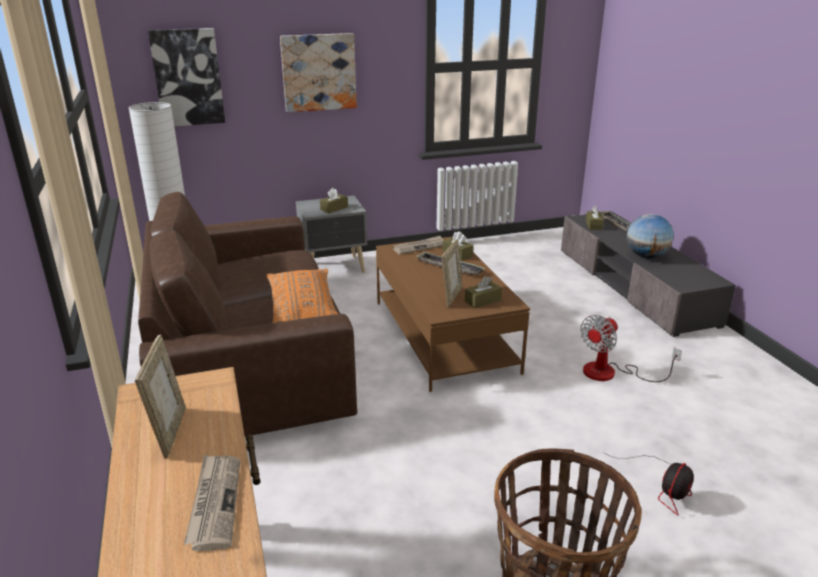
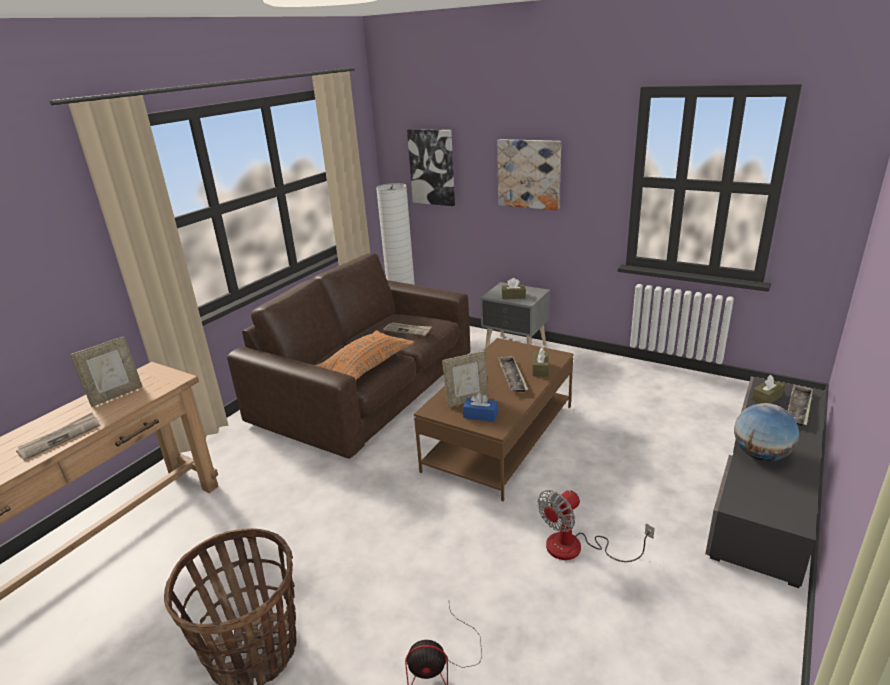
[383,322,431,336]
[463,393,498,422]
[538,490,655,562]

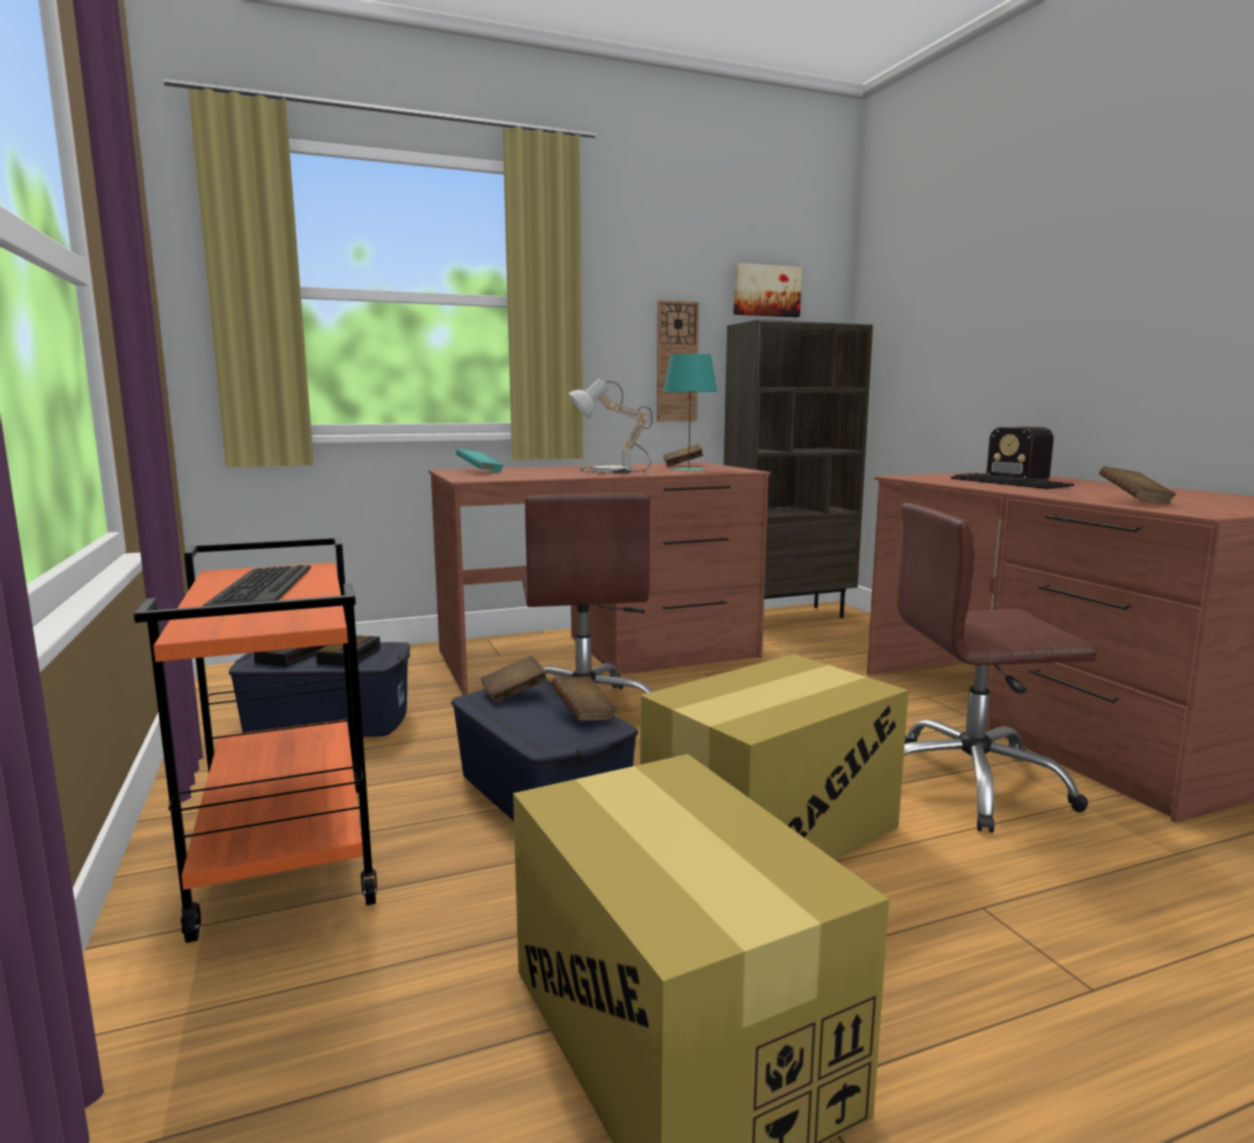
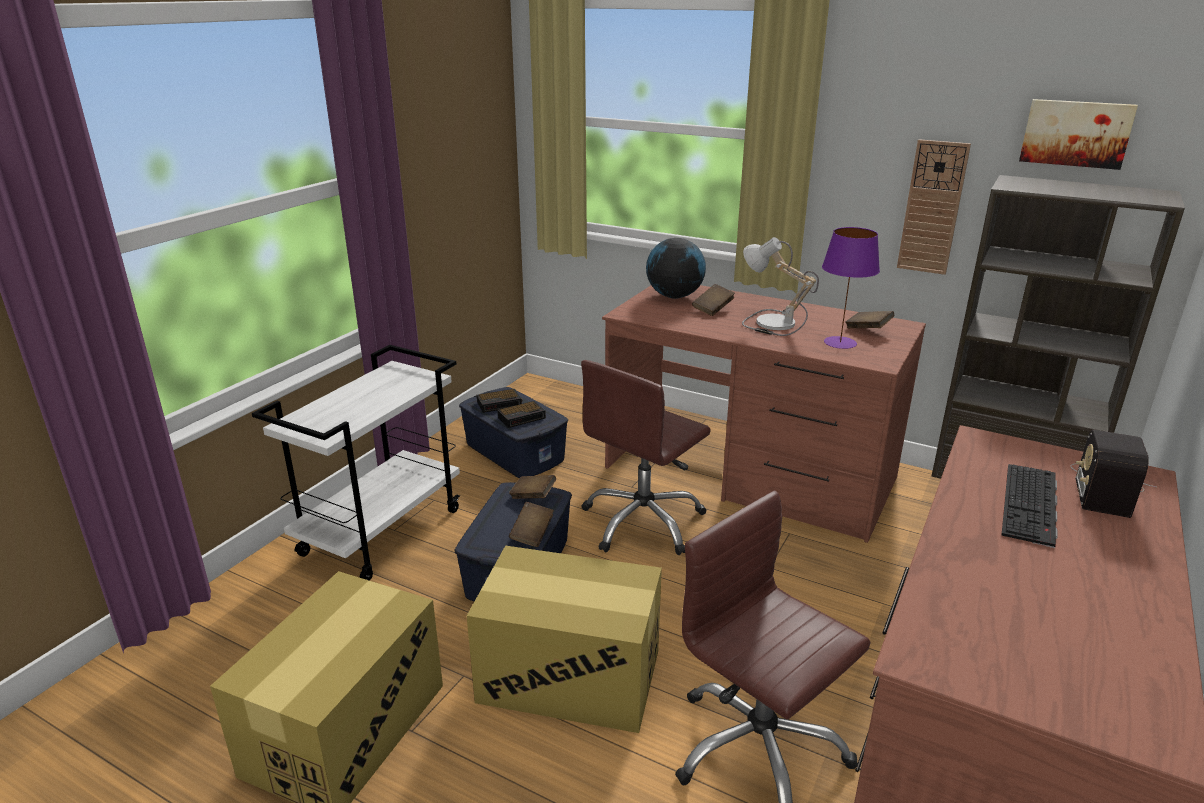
[252,345,460,581]
[646,238,706,299]
[692,284,735,316]
[822,227,880,349]
[203,565,311,606] (first image)

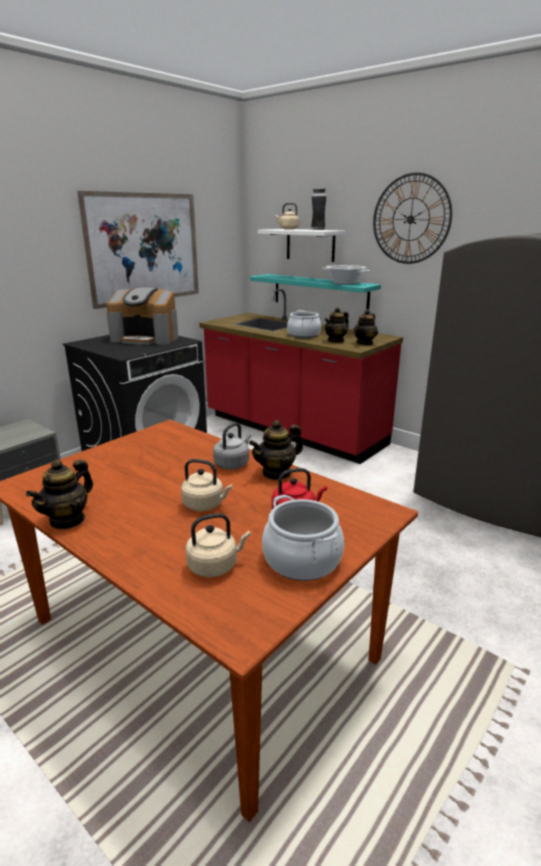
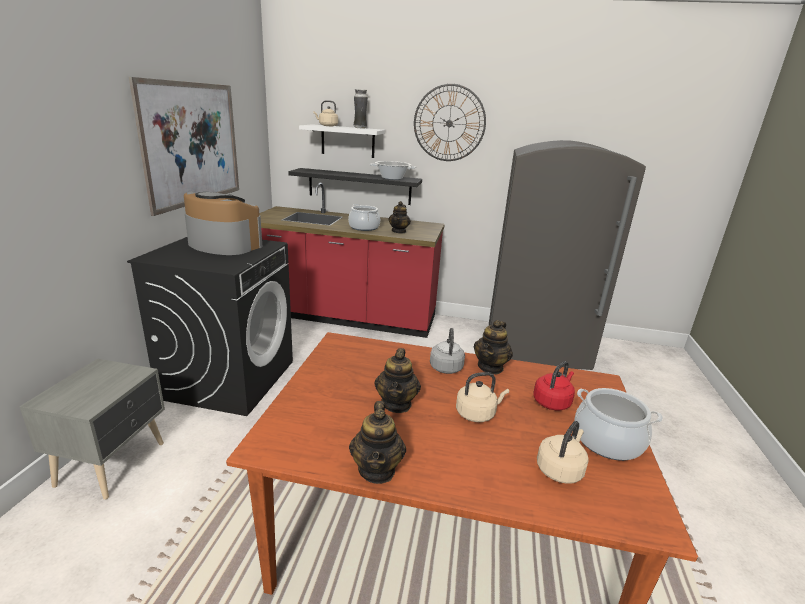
[184,192,262,255]
[288,168,422,205]
[374,348,421,413]

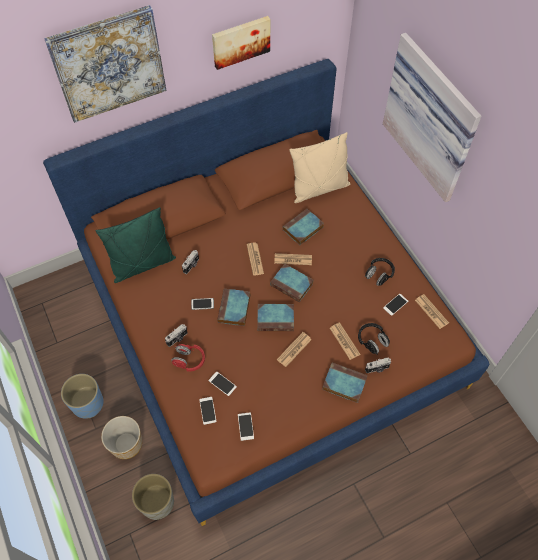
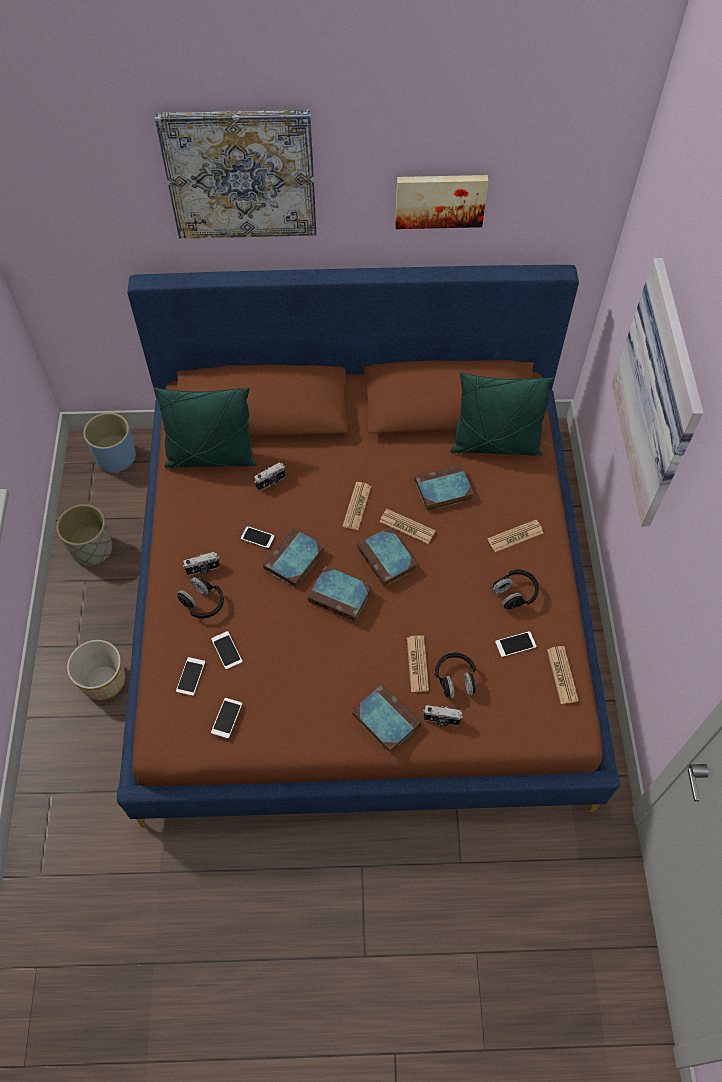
[57,504,112,566]
[83,412,136,473]
[177,576,224,618]
[450,372,555,456]
[488,520,543,552]

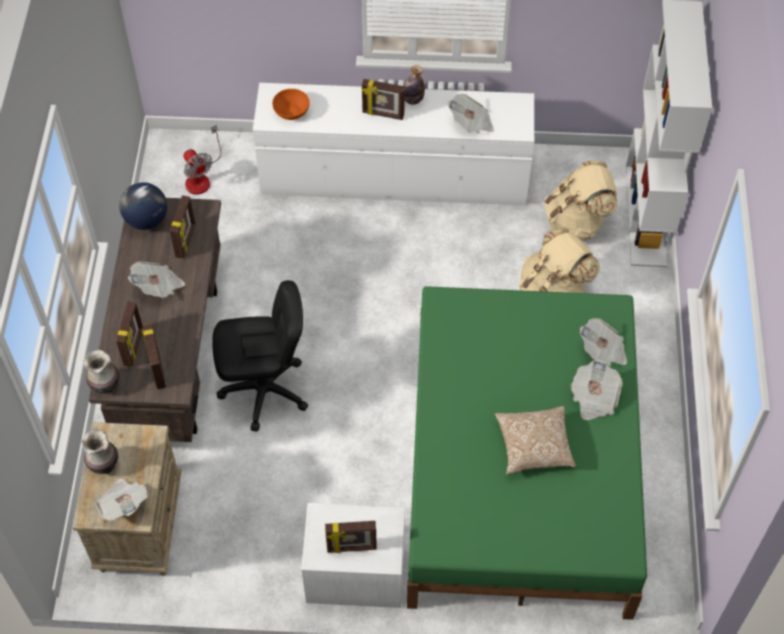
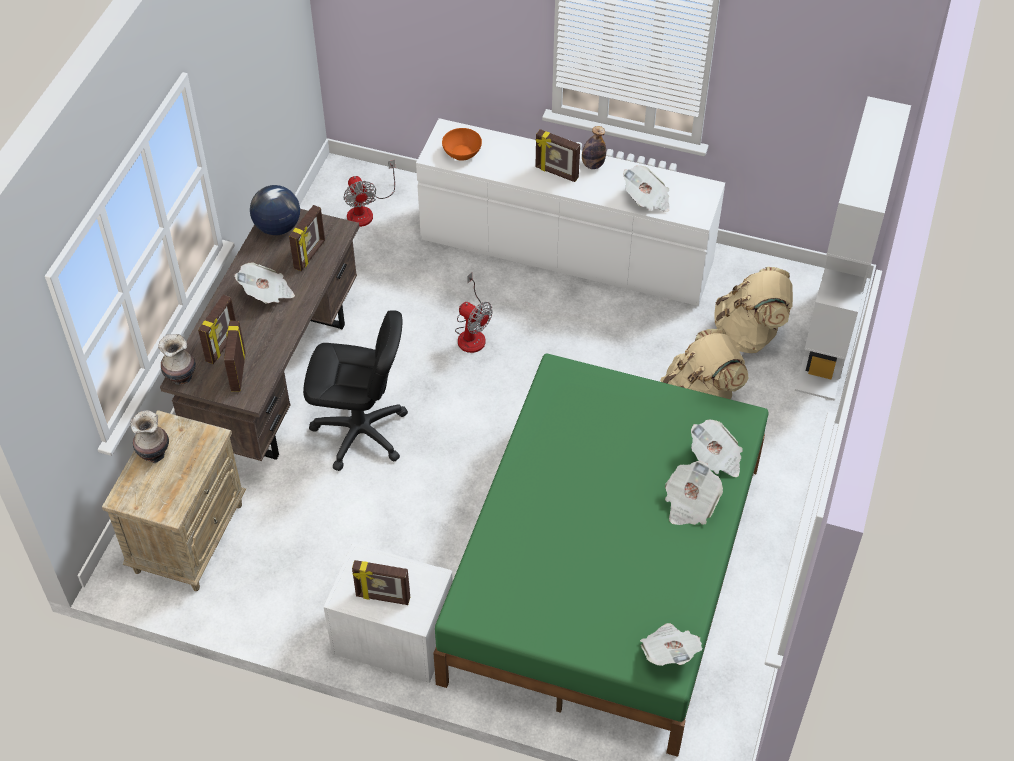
[455,272,493,353]
[640,623,703,666]
[495,406,576,475] (first image)

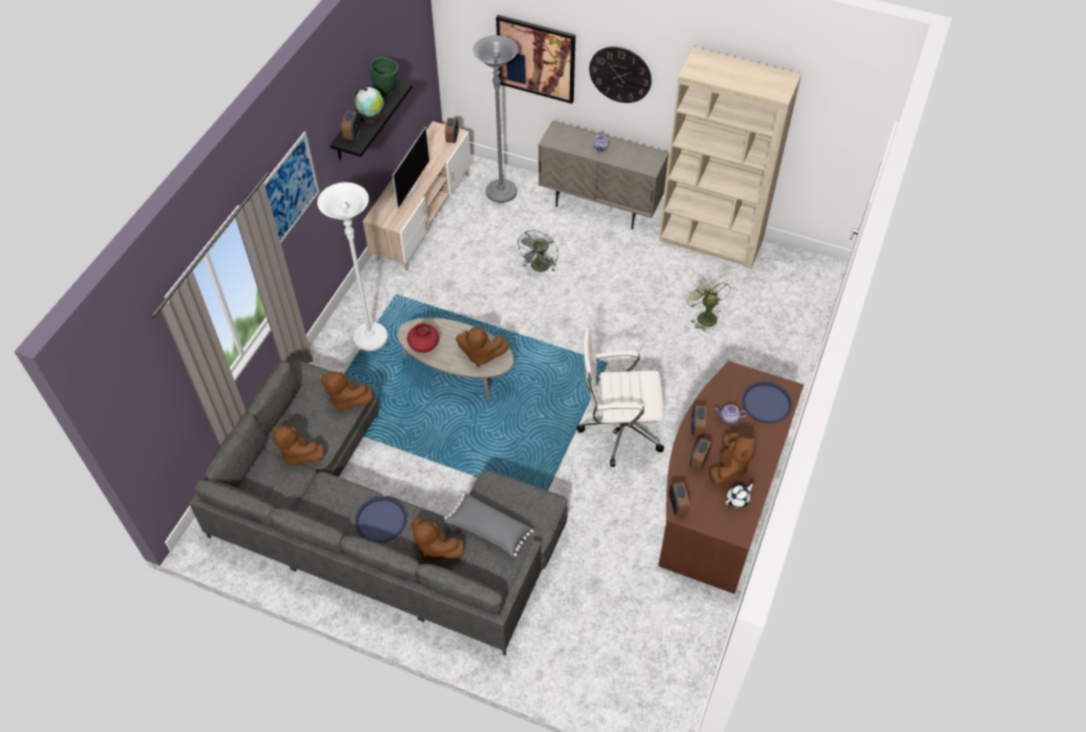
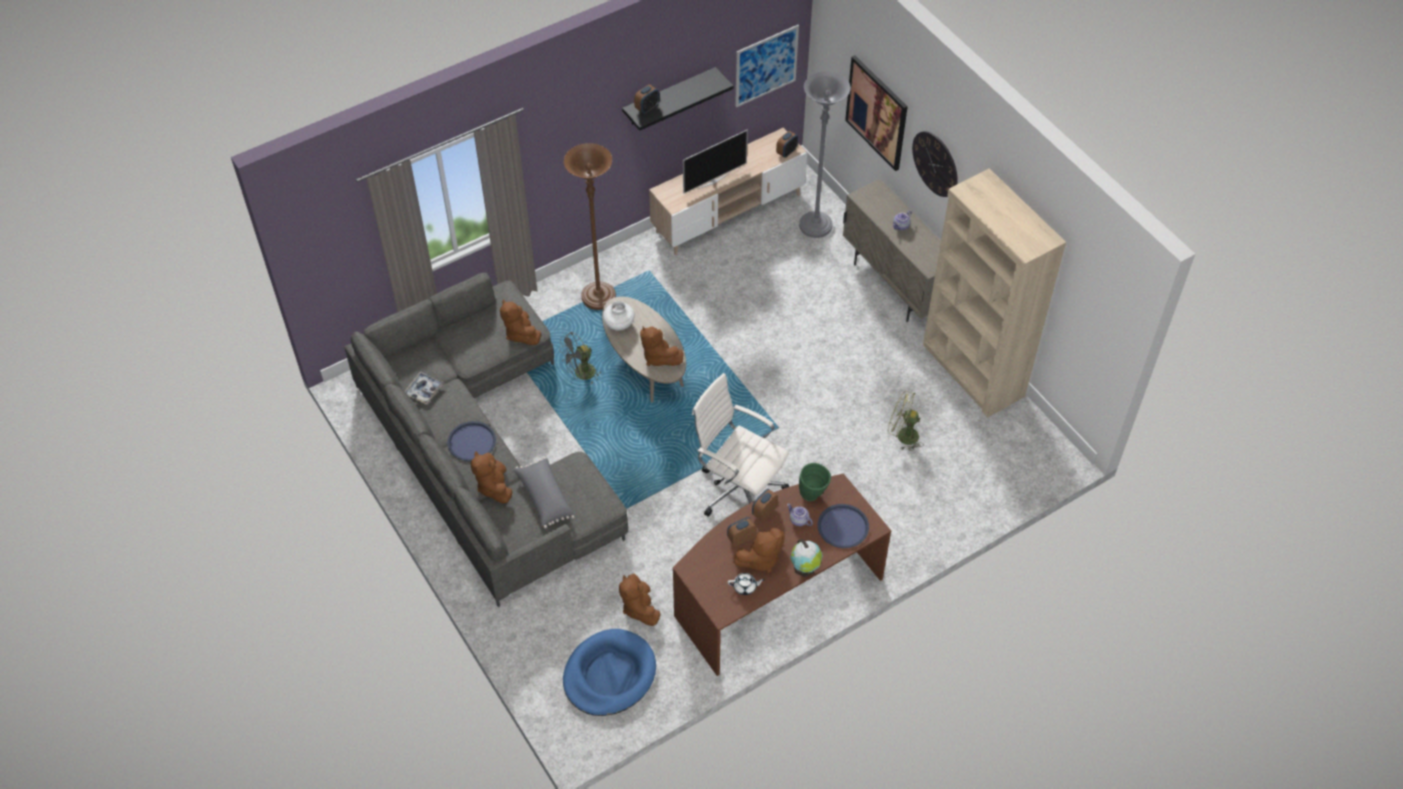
[405,372,444,404]
[559,332,601,384]
[563,629,656,716]
[564,143,616,310]
[603,301,635,330]
[619,574,660,626]
[735,25,799,107]
[790,539,823,577]
[799,463,831,501]
[888,391,924,451]
[669,482,689,515] (first image)

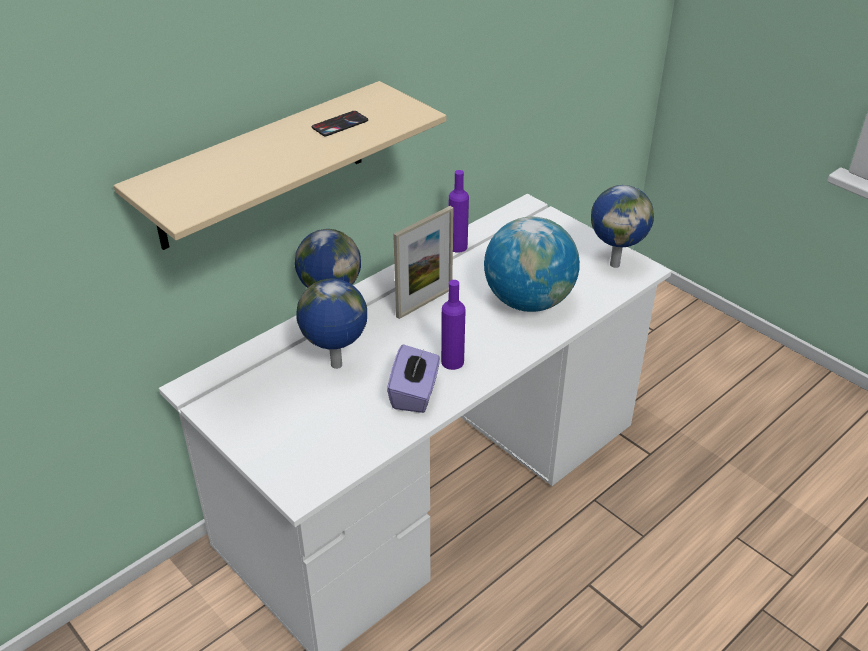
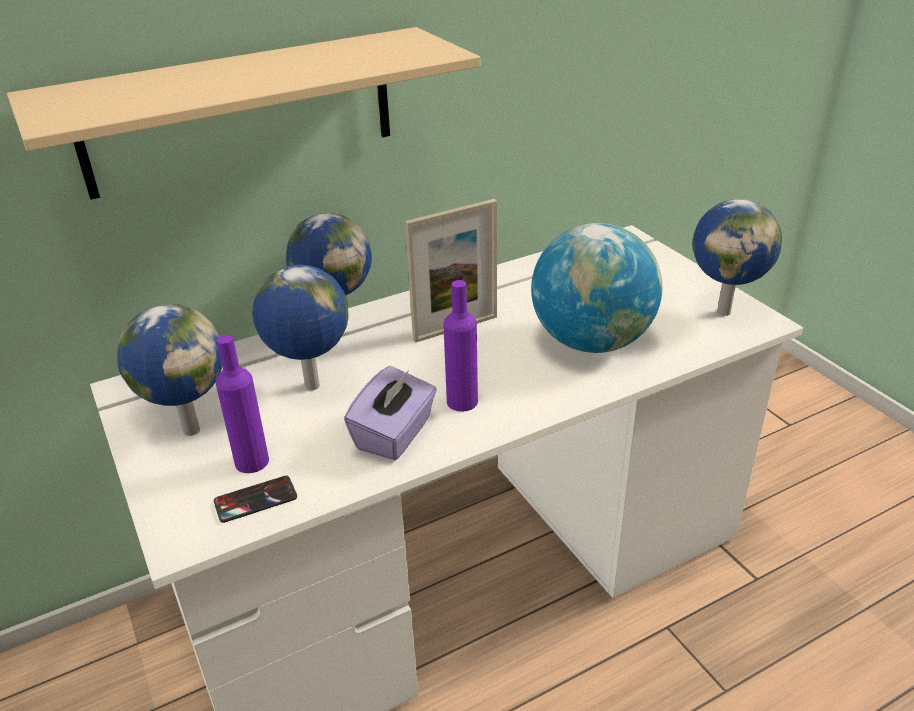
[117,304,223,436]
[214,476,297,523]
[215,335,269,473]

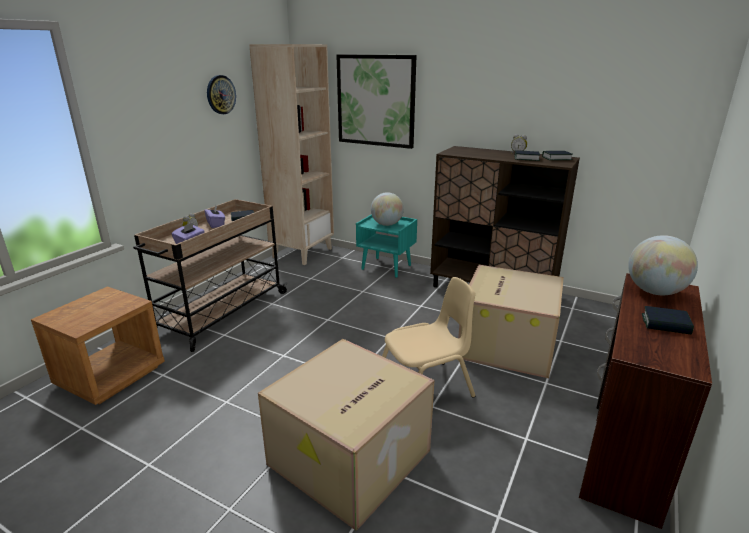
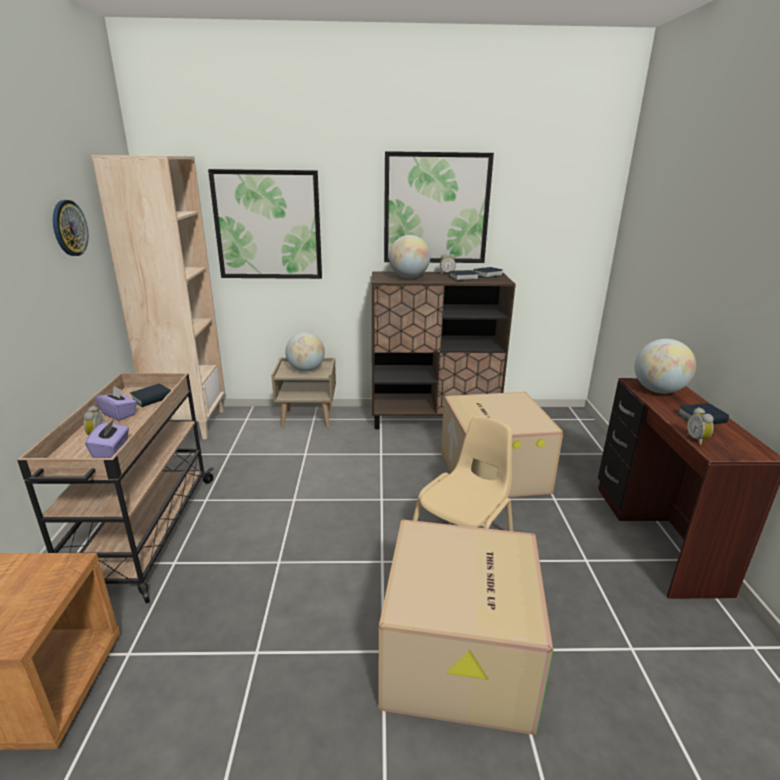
[271,357,336,428]
[384,151,494,263]
[389,235,430,278]
[687,407,714,445]

